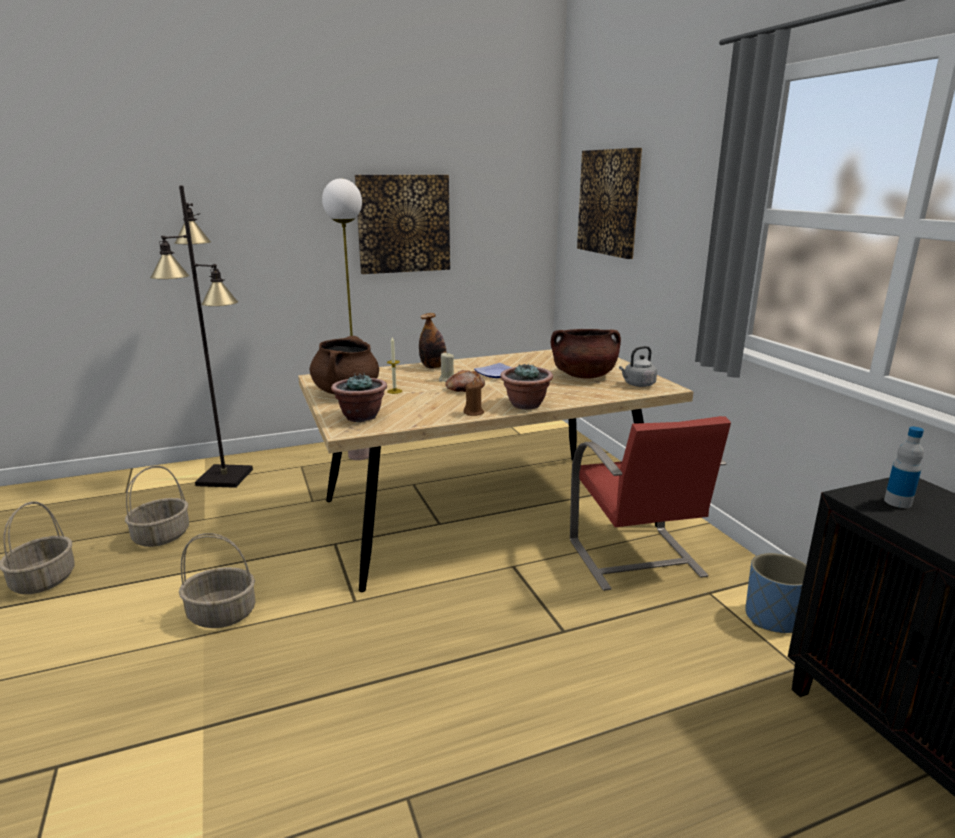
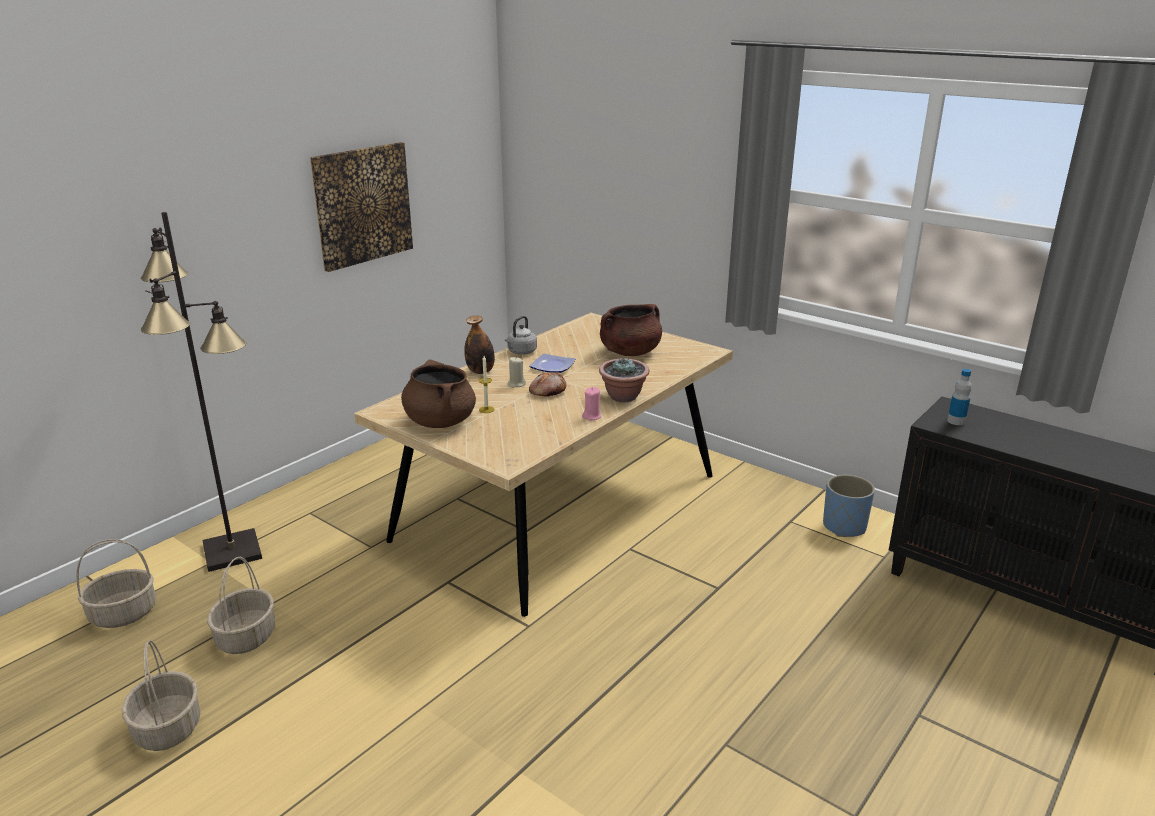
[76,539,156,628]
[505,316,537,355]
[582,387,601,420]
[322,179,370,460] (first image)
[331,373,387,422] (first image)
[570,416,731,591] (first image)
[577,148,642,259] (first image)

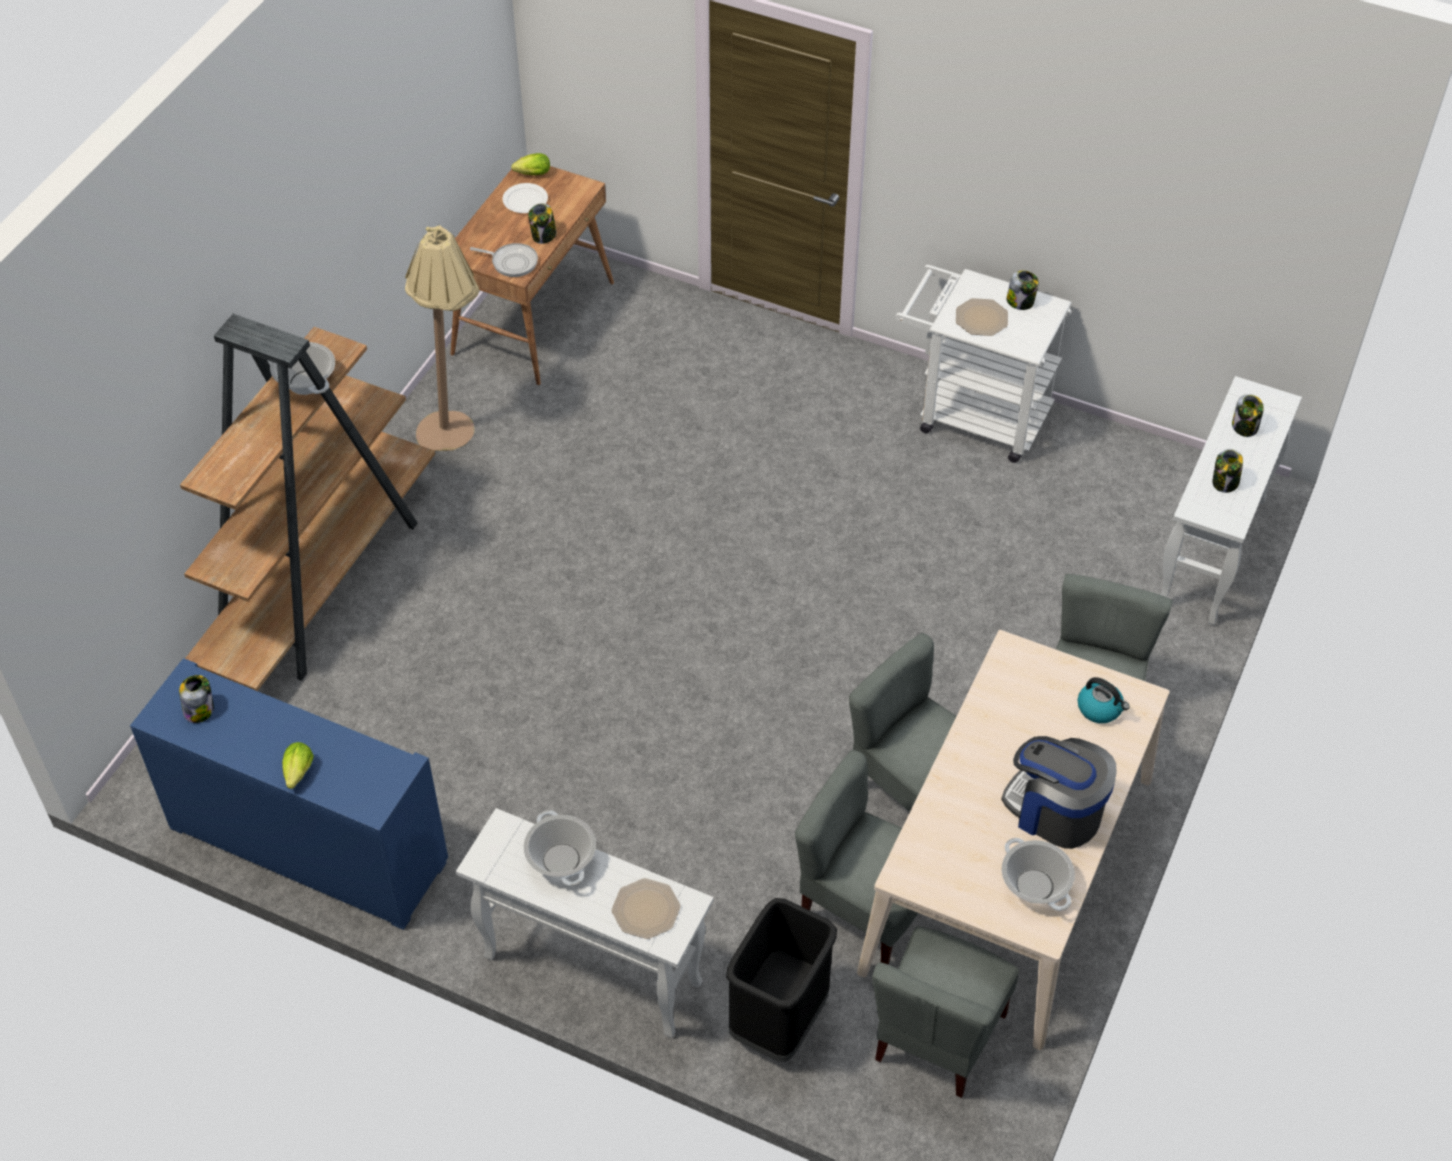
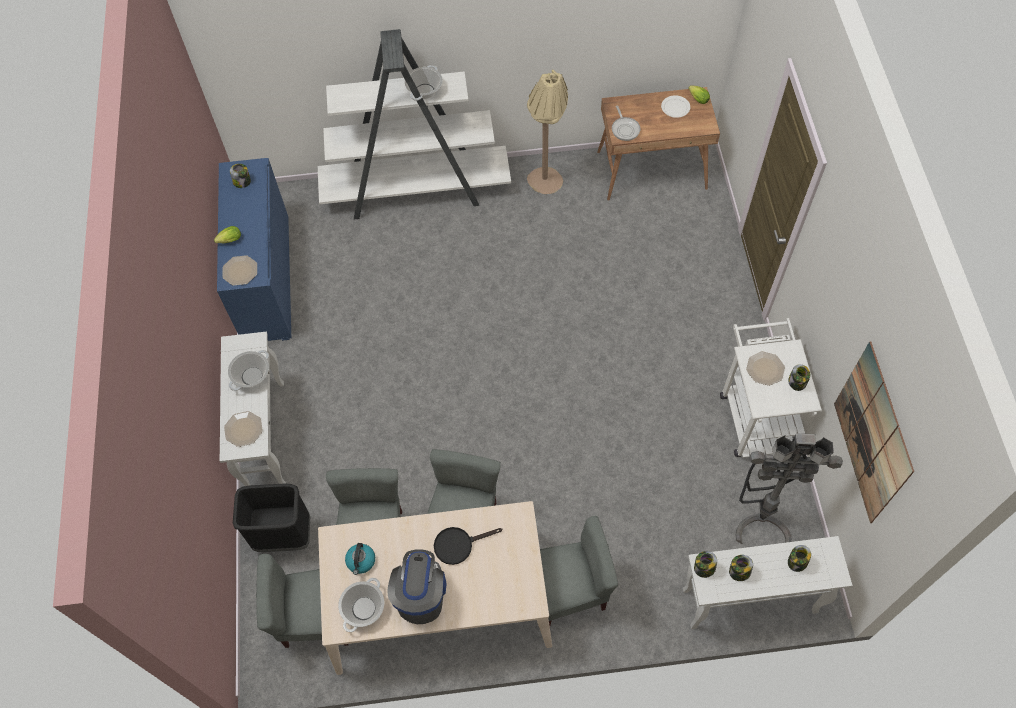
[223,255,257,286]
[318,29,511,219]
[345,543,375,575]
[434,527,502,565]
[694,551,717,578]
[735,433,843,544]
[834,341,914,523]

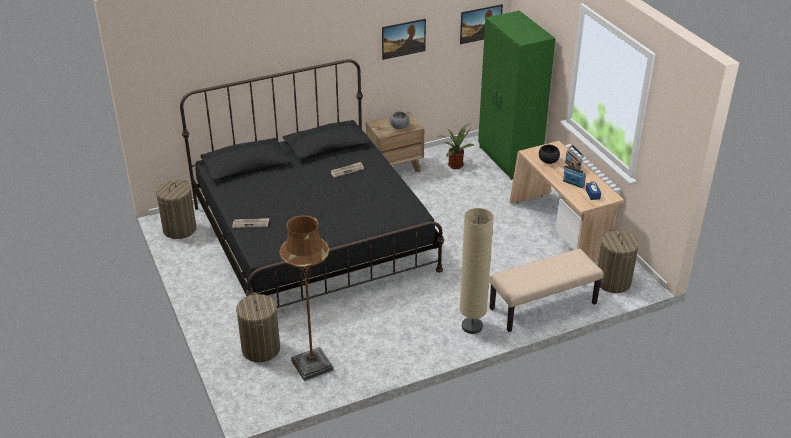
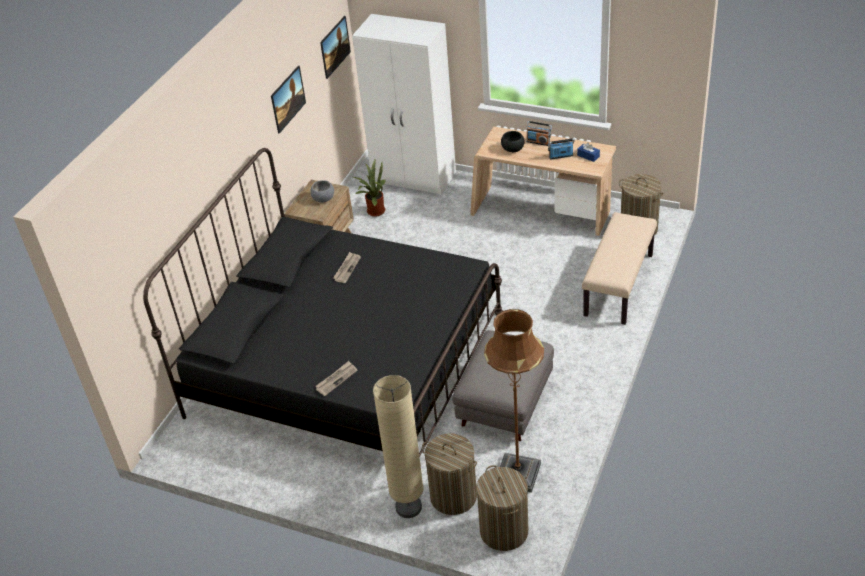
[352,14,456,195]
[373,375,424,518]
[452,330,554,441]
[476,465,528,551]

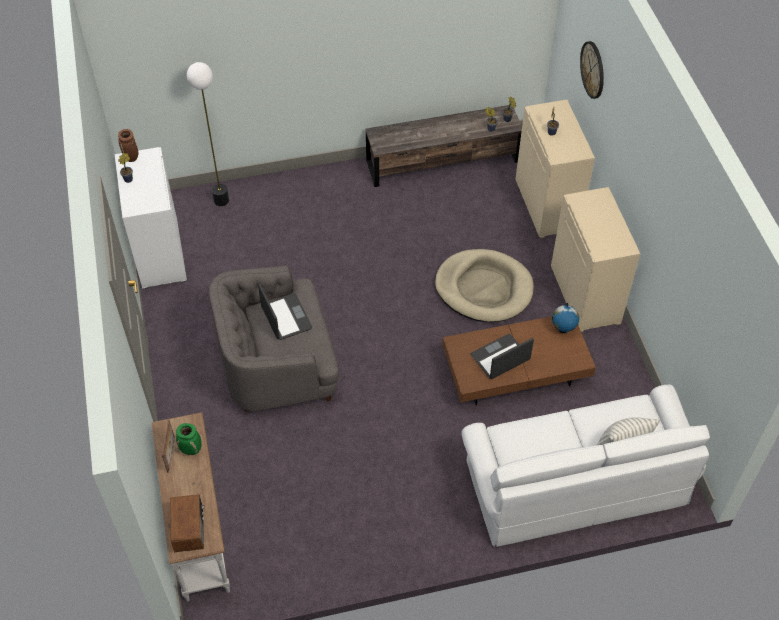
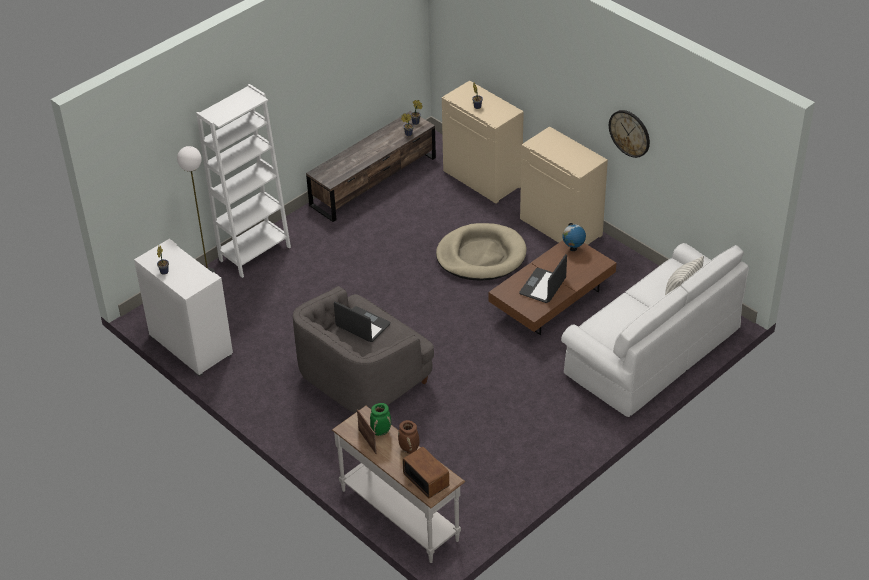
[196,84,291,278]
[398,420,419,454]
[609,110,650,158]

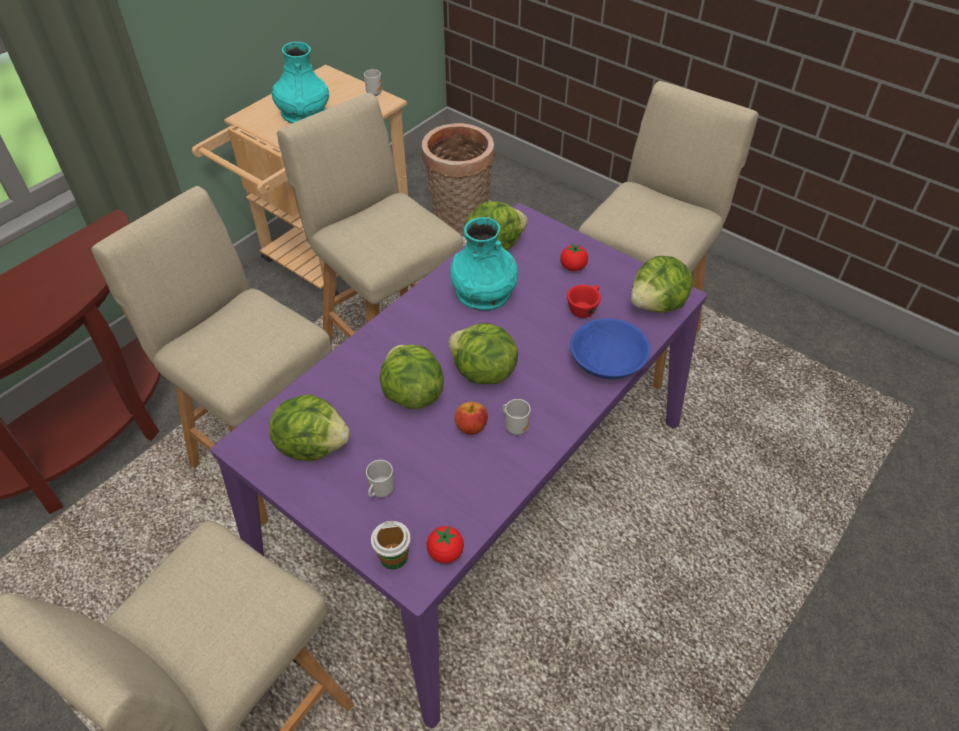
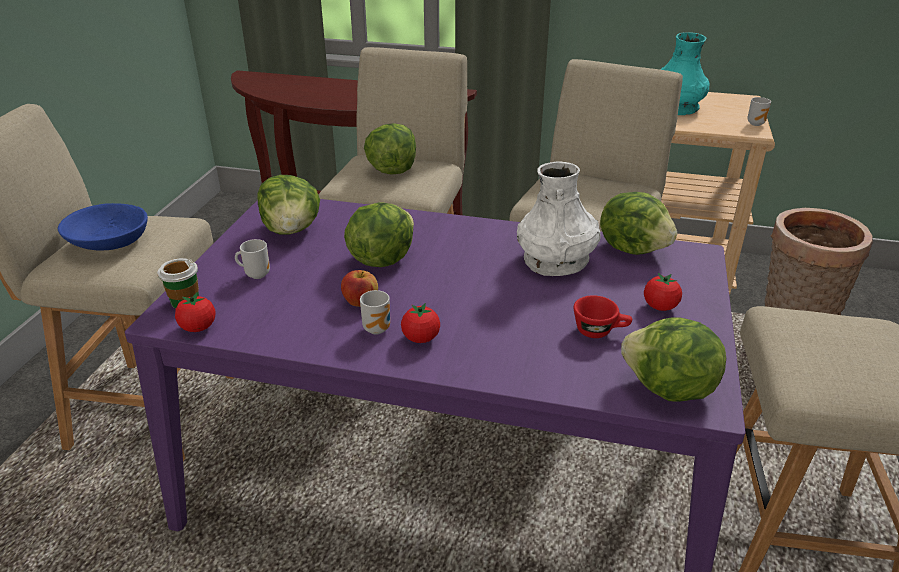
[58,203,148,250]
[364,123,416,174]
[401,303,440,343]
[517,161,600,276]

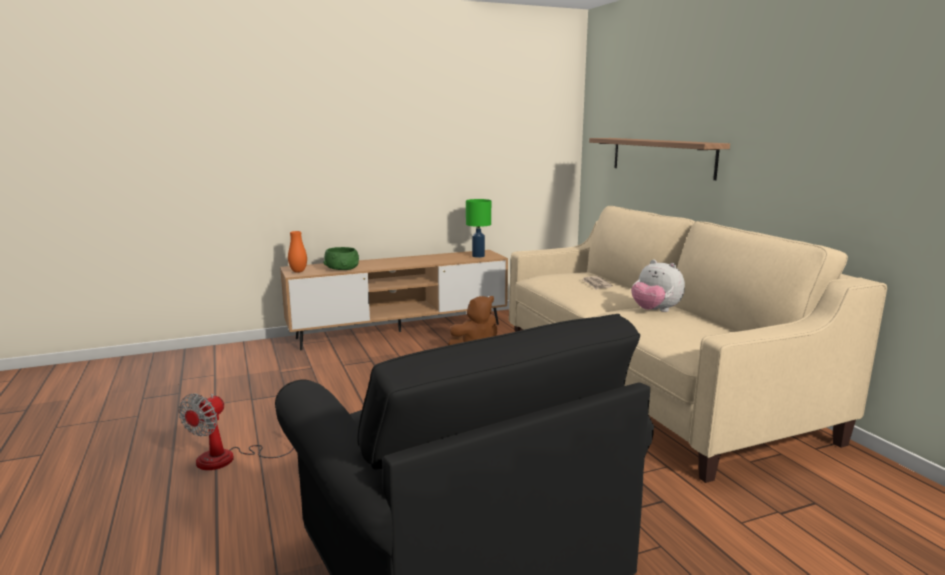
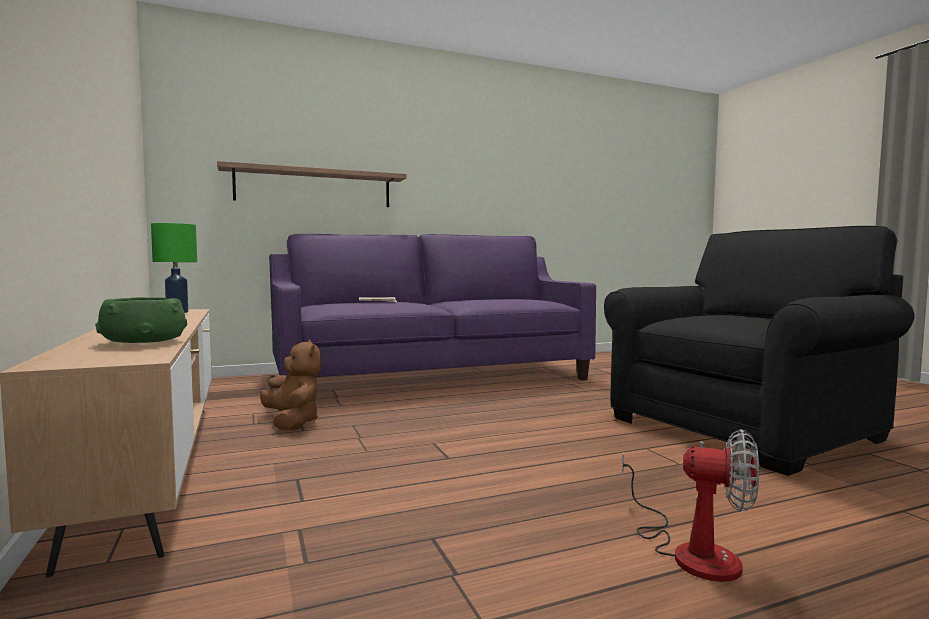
[269,234,596,380]
[288,231,307,273] (first image)
[631,259,685,312] (first image)

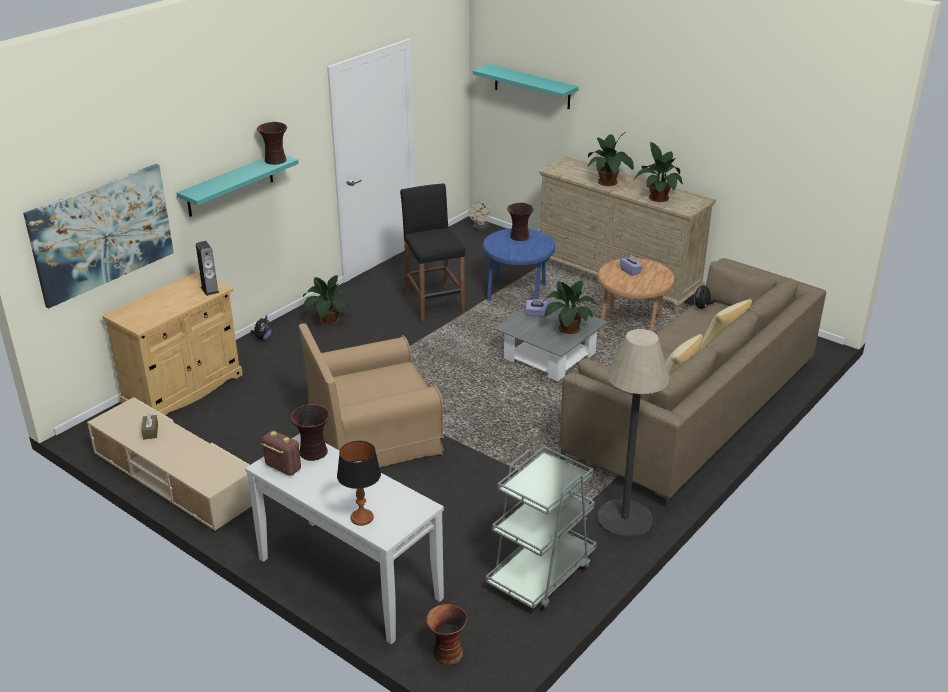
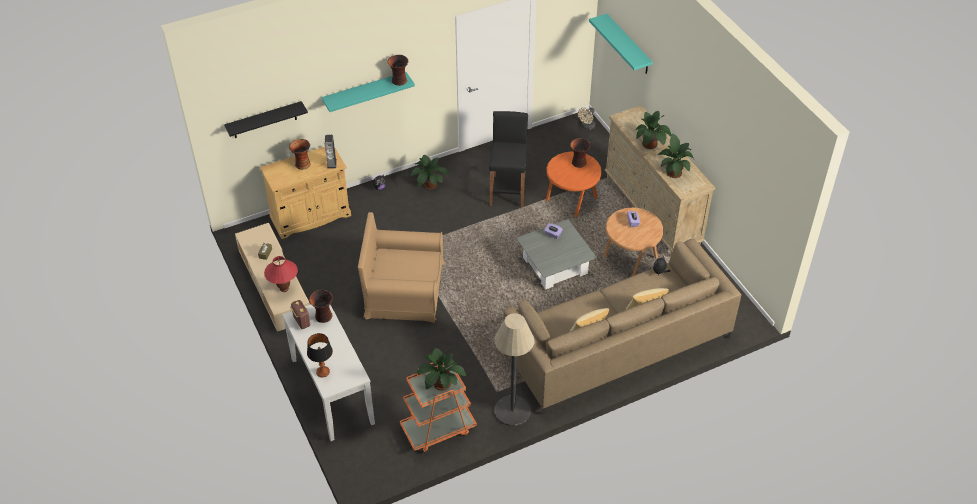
[224,101,308,138]
[264,256,298,292]
[289,139,311,170]
[400,363,477,453]
[417,348,466,390]
[546,151,602,217]

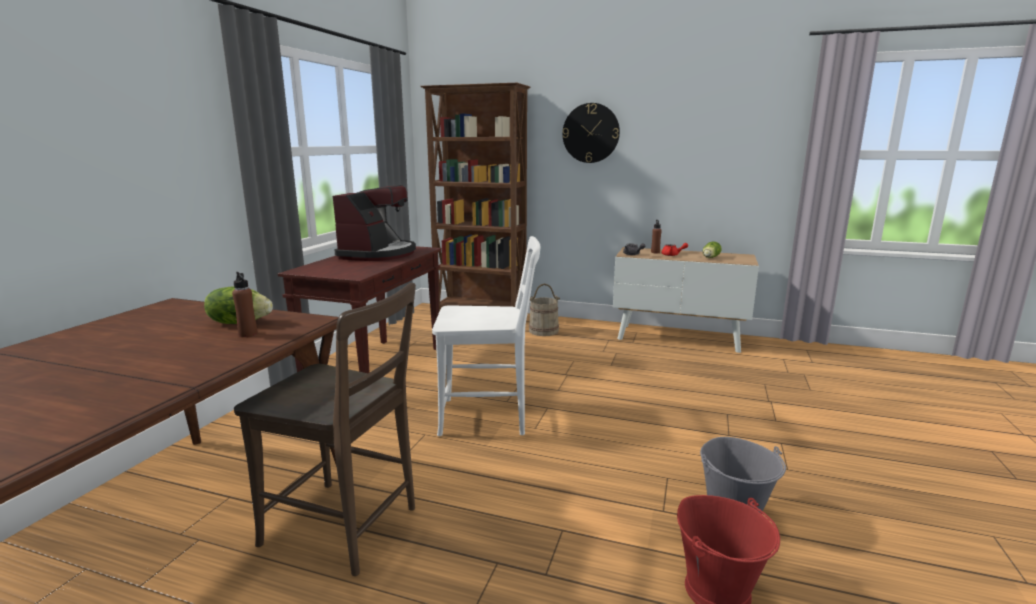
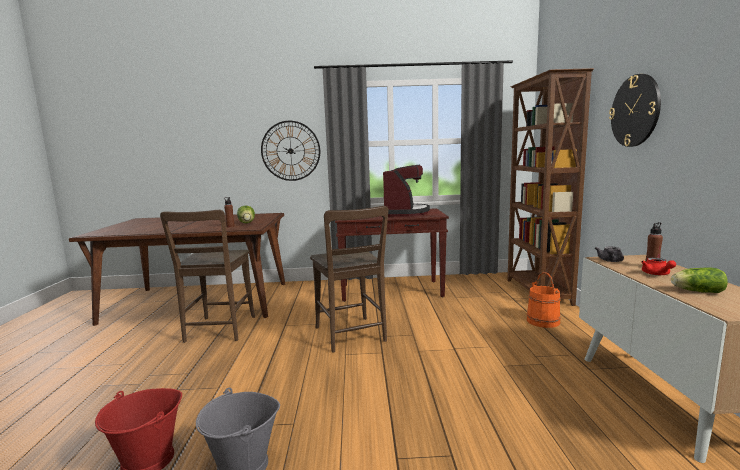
[261,121,320,181]
[310,206,388,352]
[383,165,430,217]
[527,272,561,328]

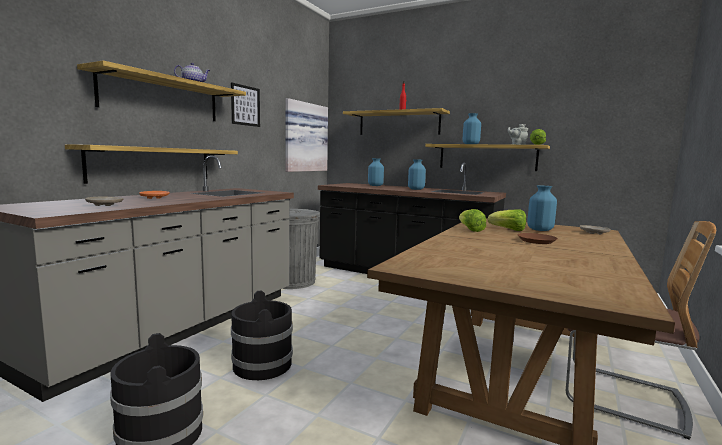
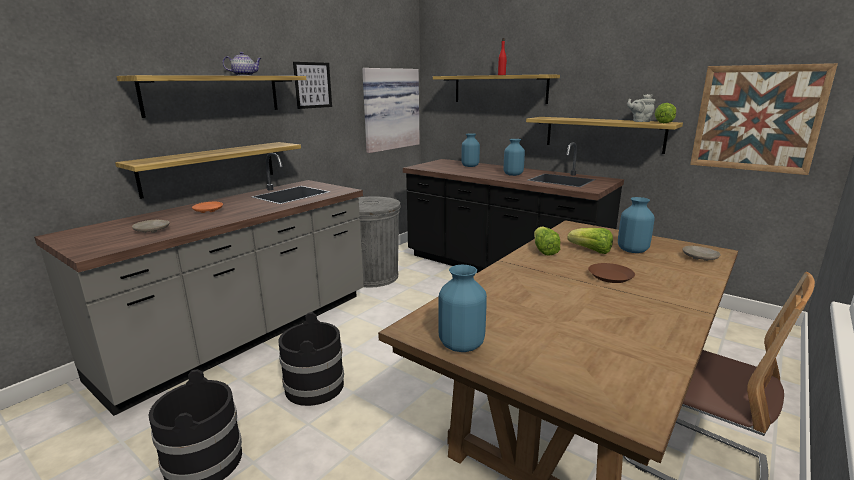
[438,265,487,352]
[690,63,838,175]

